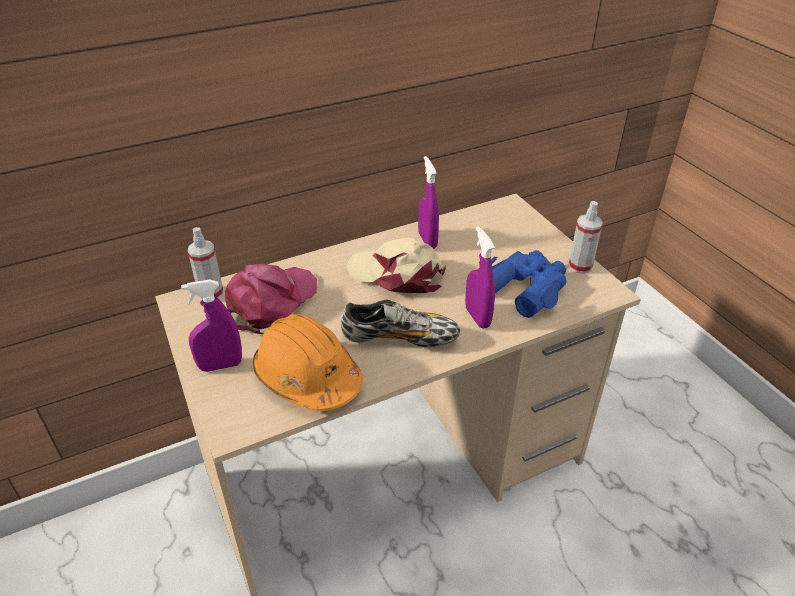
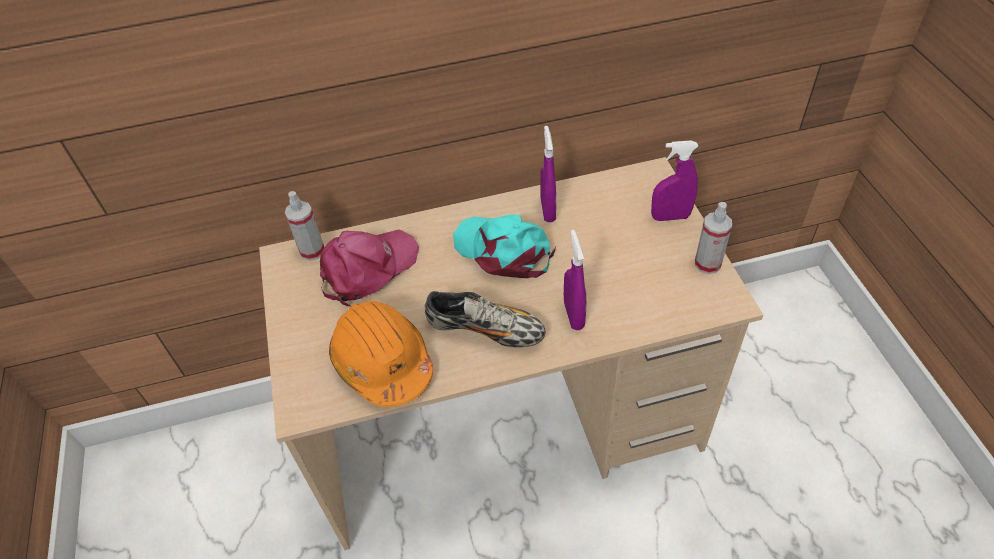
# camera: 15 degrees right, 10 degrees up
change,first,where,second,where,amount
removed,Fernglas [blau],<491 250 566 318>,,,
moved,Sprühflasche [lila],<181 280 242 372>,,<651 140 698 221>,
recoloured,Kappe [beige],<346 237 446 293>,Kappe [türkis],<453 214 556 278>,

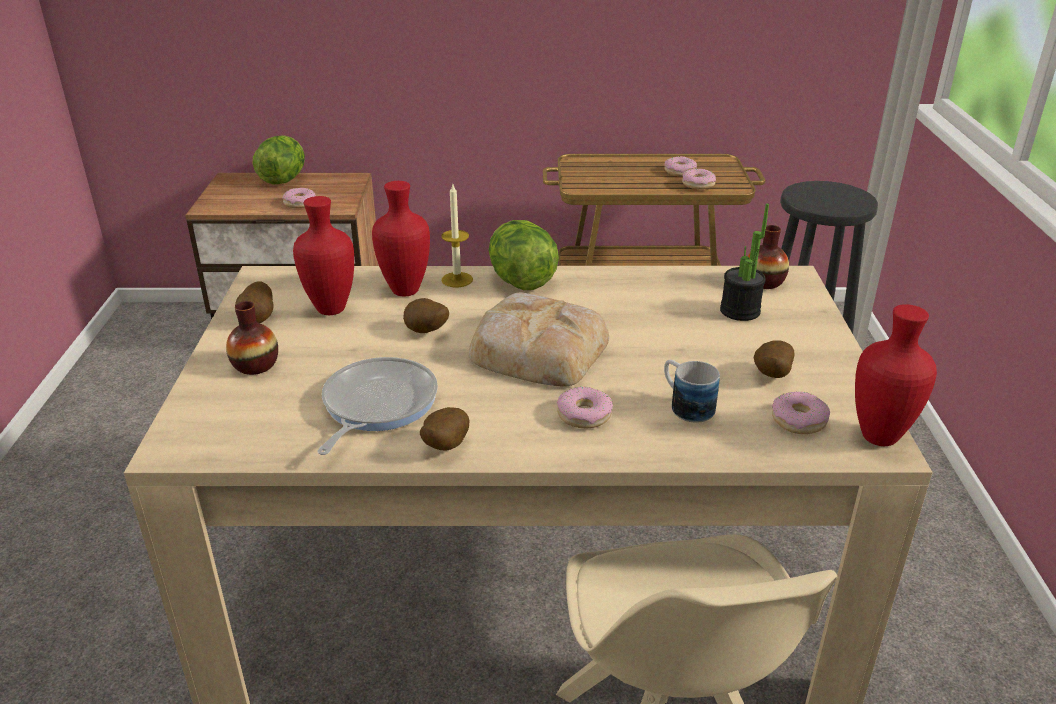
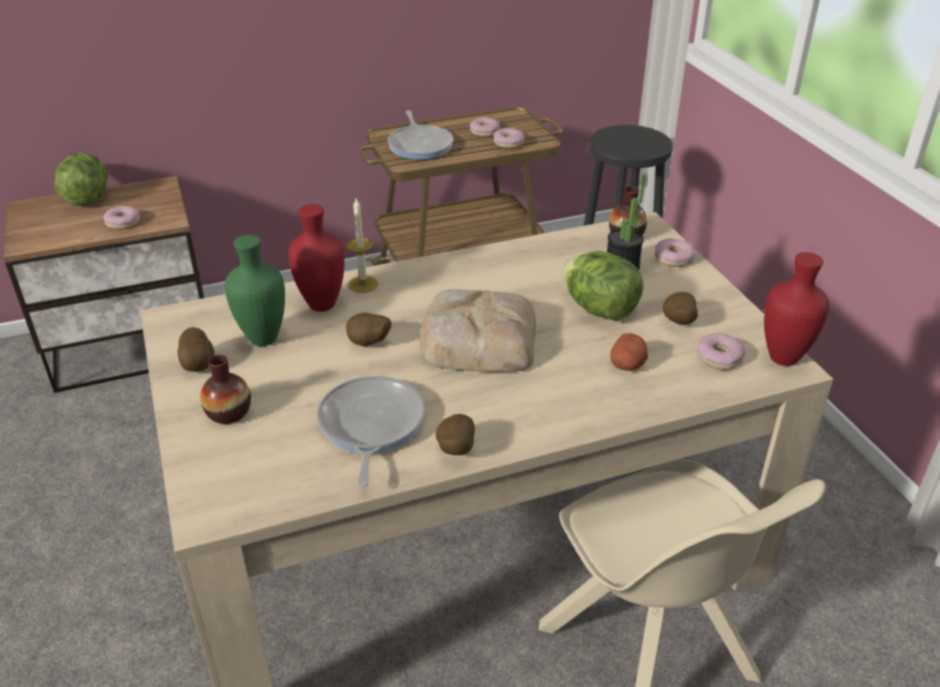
# camera: 20 degrees left, 5 degrees up
change,first,where,second,where,amount
added,,,Pfanne,<388 110 454 160>,
moved,Salatkopf,<489 220 559 290>,,<562 251 643 321>,
moved,Donut,<557 386 613 428>,,<655 238 695 267>,
replaced,Henkelbecher,<664 360 720 423>,Kartoffel,<610 333 648 371>,
recoloured,Vase [rot],<293 196 354 315>,Vase [grün],<224 235 285 346>,

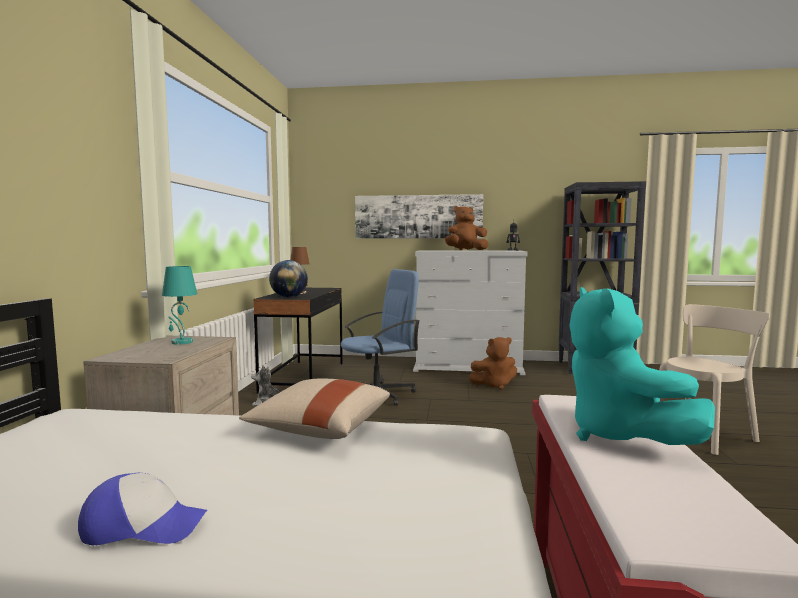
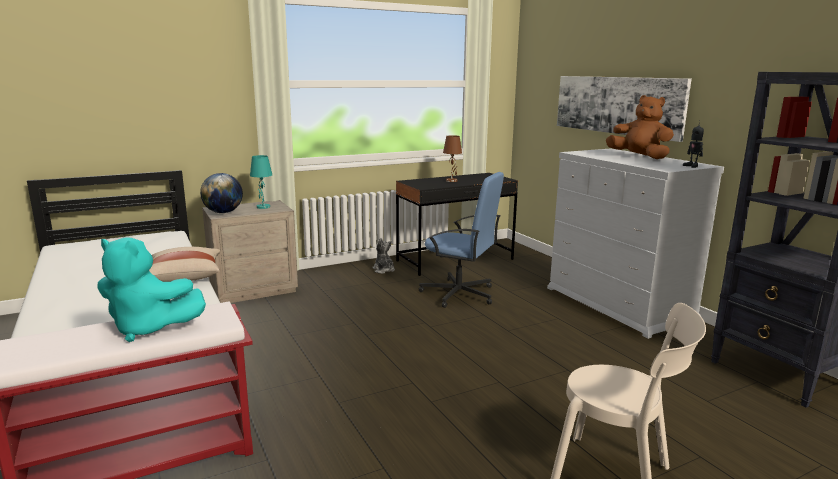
# camera: 55 degrees right, 10 degrees up
change,first,where,second,where,amount
removed,Kappe,<78 473 207 545>,,,
removed,Plüschtier [braun],<469 337 517 390>,,,
moved,Globus,<269 260 308 298>,,<200 173 243 213>,
turned,Plüschtier [türkis],<569 287 715 445>,,<97 237 206 342>,120 degrees counterclockwise

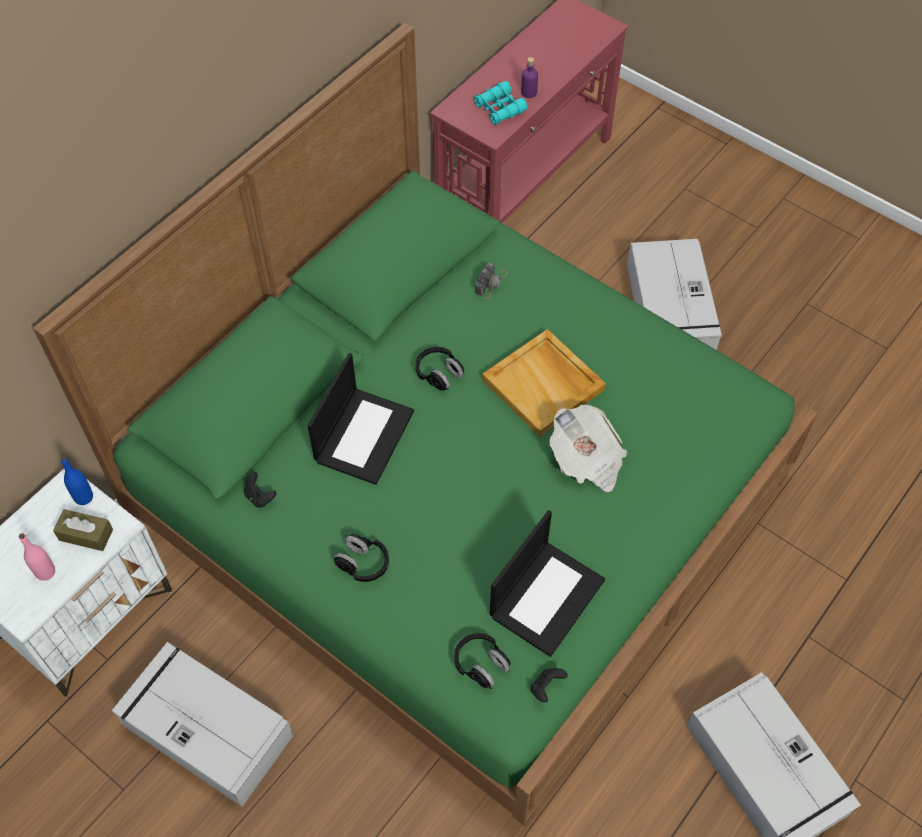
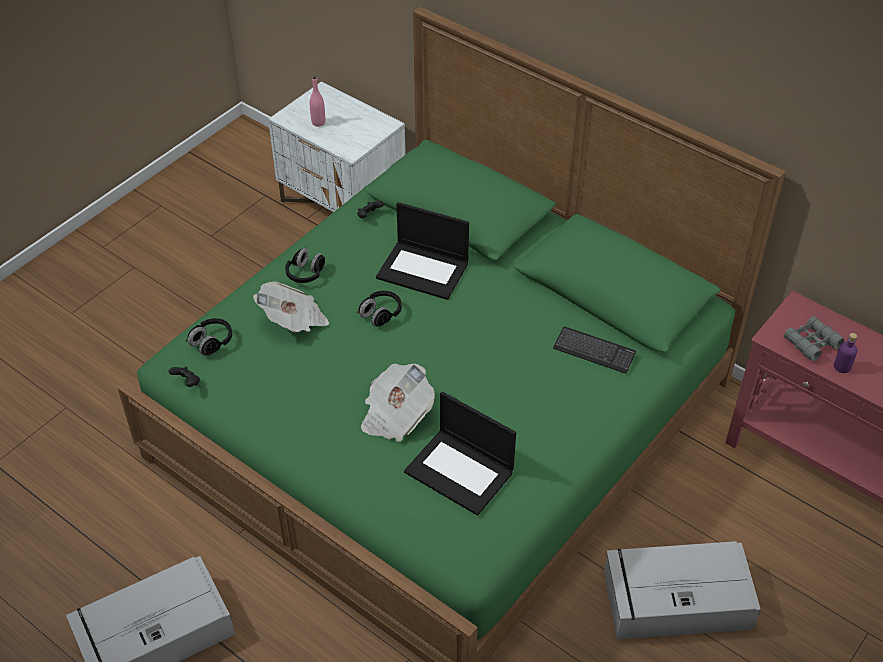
# camera: 90 degrees right, 10 degrees down
change,first,where,second,where,amount
removed,Taschentuchbox [braun],<53 509 113 551>,,,
removed,Flasche [blau],<60 456 93 505>,,,
removed,Aufbewahrungsbox [grau],<112 642 293 807>,,,
removed,Tablett [beige],<482 329 606 437>,,,
added,,,Zeitung,<253 281 330 333>,
moved,Kopfhörer [schwarz],<415 347 464 390>,,<357 291 402 327>,
moved,Laptop,<490 510 605 657>,,<404 392 516 516>,
replaced,Kamera,<475 262 508 299>,Tastatur,<553 327 636 374>,
recoloured,Fernglas [türkis],<474 81 528 125>,Fernglas [grau],<784 316 844 361>,

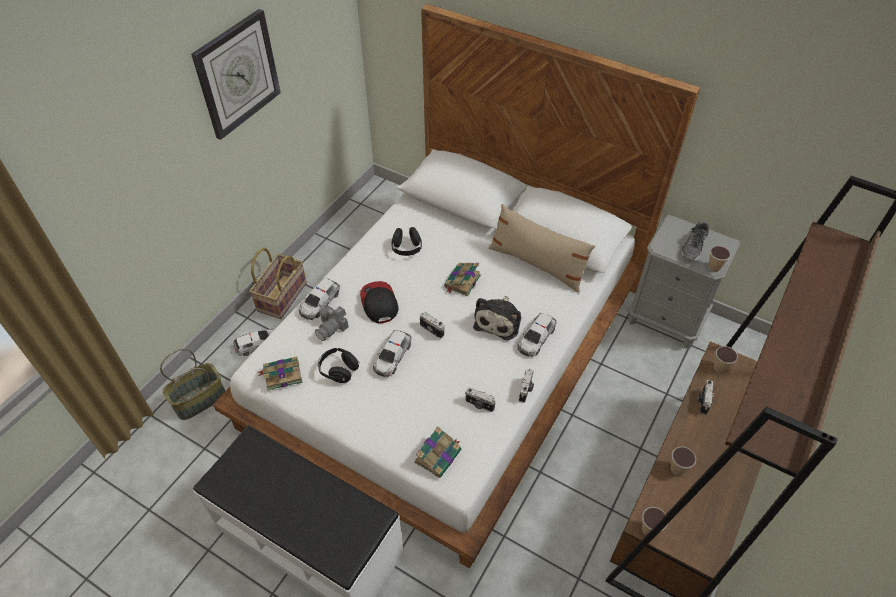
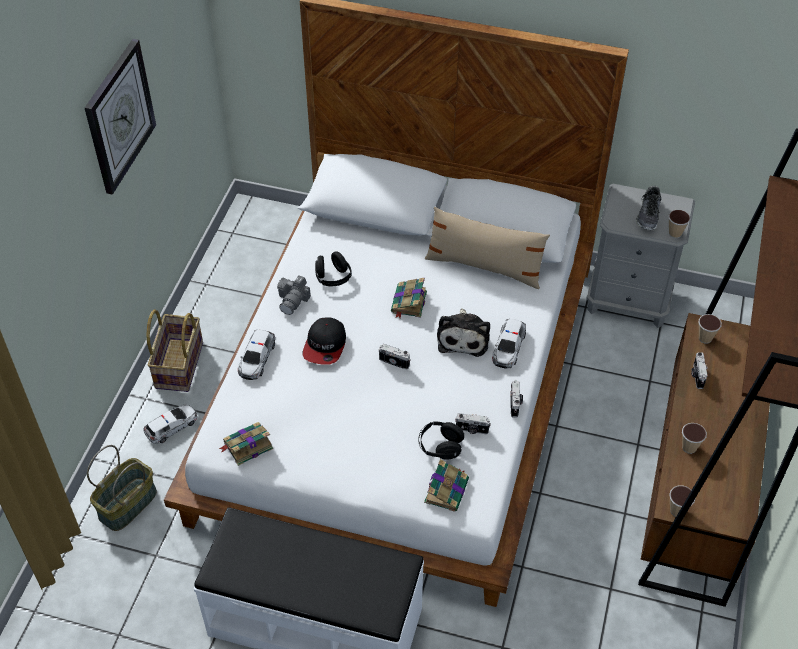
# camera: 15 degrees left, 0 degrees up
change,first,where,second,where,amount
removed,Spielzeugauto,<373 330 412 377>,,,
moved,Kamera,<315 305 349 341>,,<277 276 311 315>,
moved,Kopfhörer [schwarz],<318 348 360 383>,,<419 421 464 460>,
turned,Kappe,<360 281 399 323>,,<302 317 346 365>,135 degrees counterclockwise

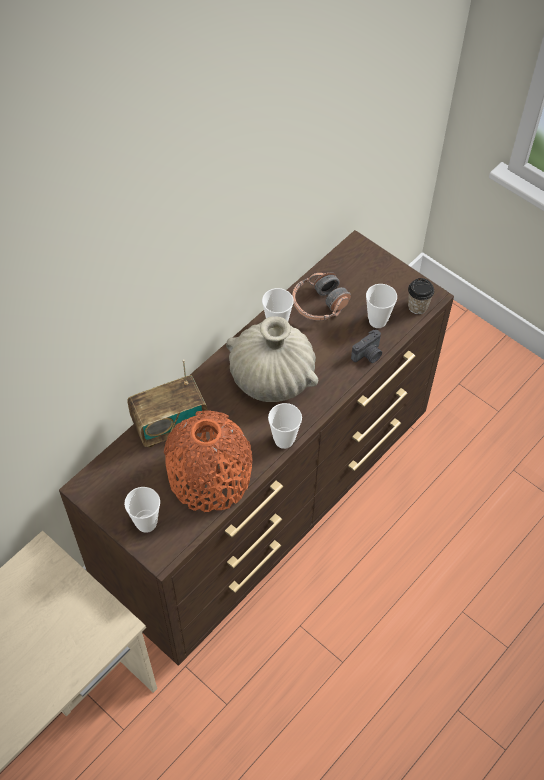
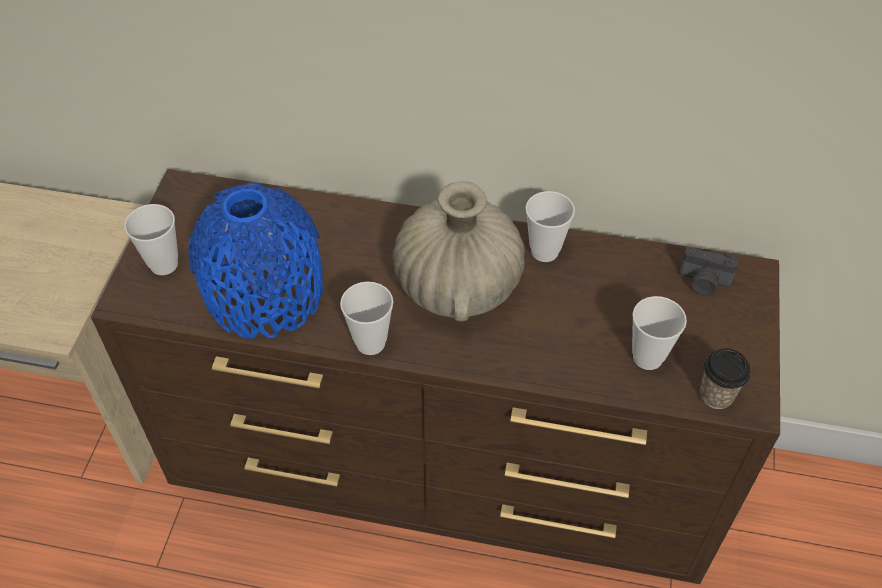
# camera: 60 degrees right, 5 degrees down
change,first,where,second,where,amount
removed,Radio,<127 359 207 448>,,,
removed,Kopfhörer,<292 272 351 321>,,,
moved,Kamera,<351 330 382 363>,,<679 247 739 295>,
recoloured,Vase [orange],<164 411 252 512>,Vase [blau],<188 182 323 339>,

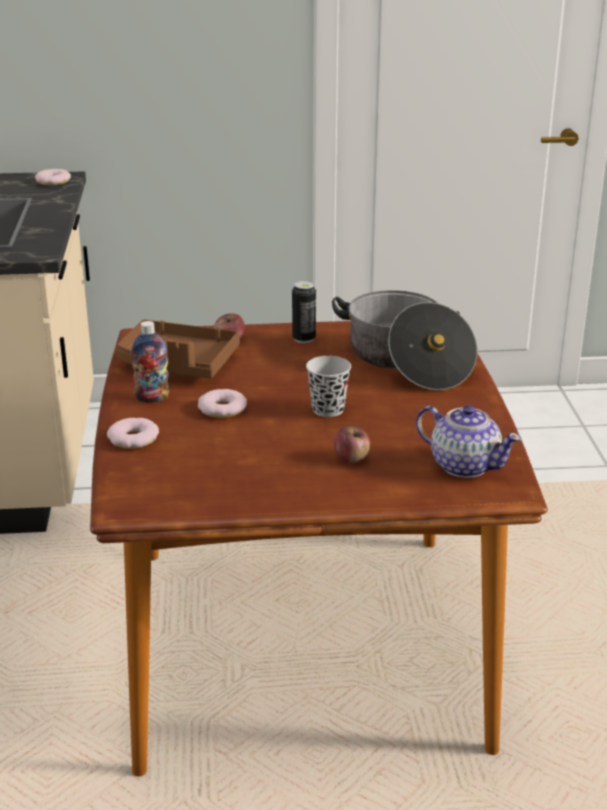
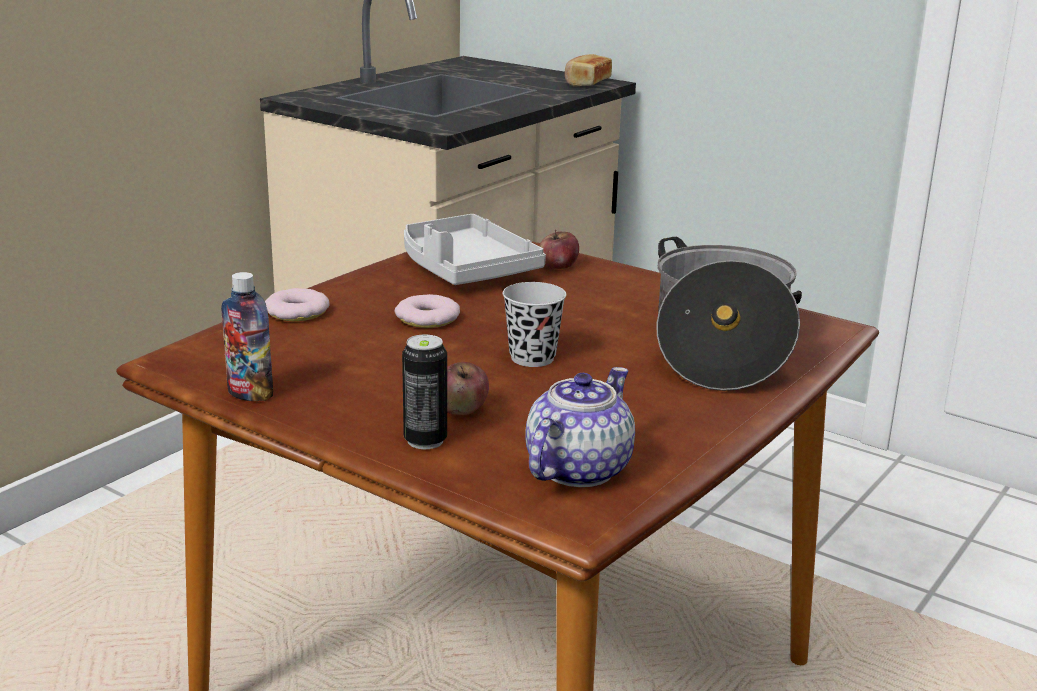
# camera: 40 degrees right, 5 degrees down
change,first,where,second,where,amount
moved,Flasche,<131 321 170 402>,,<221 272 273 401>,
moved,Dose,<292 281 316 343>,,<402 334 447 449>,
replaced,Donut,<35 169 71 185>,Brot,<565 54 612 87>,
recoloured,Tablett [braun],<116 320 240 378>,Tablett [grau],<404 214 546 285>,
turned,Teekanne,<416 405 521 478>,,<525 367 635 487>,135 degrees counterclockwise

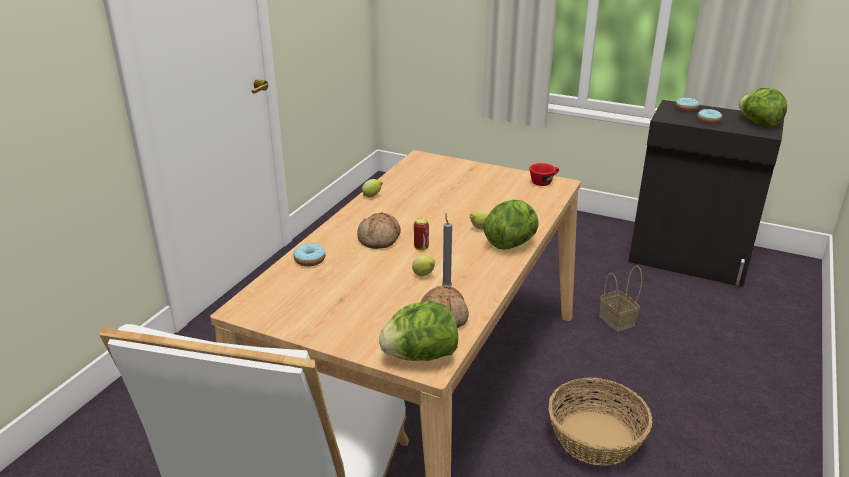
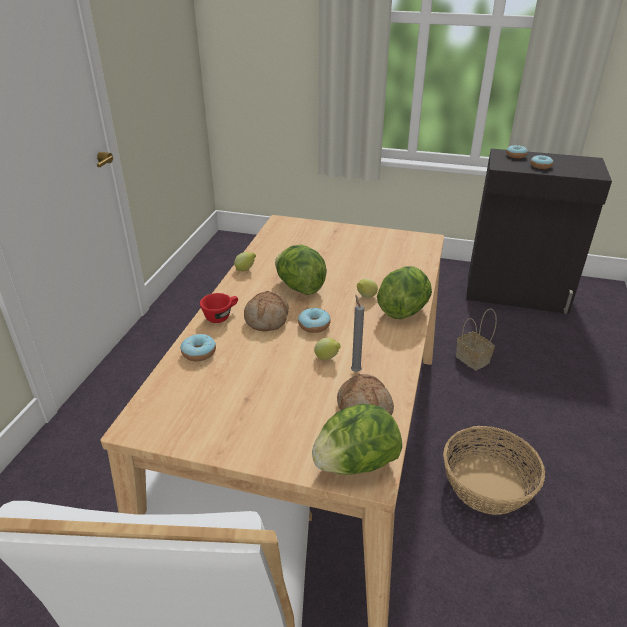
# camera: 10 degrees left, 5 degrees up
change,first,where,second,where,amount
moved,Tasse [rot],<530 163 559 186>,,<200 293 238 323>,
moved,Salatkopf,<739 88 787 127>,,<275 245 327 295>,
replaced,Dose,<414 218 429 251>,Donut,<298 308 331 333>,

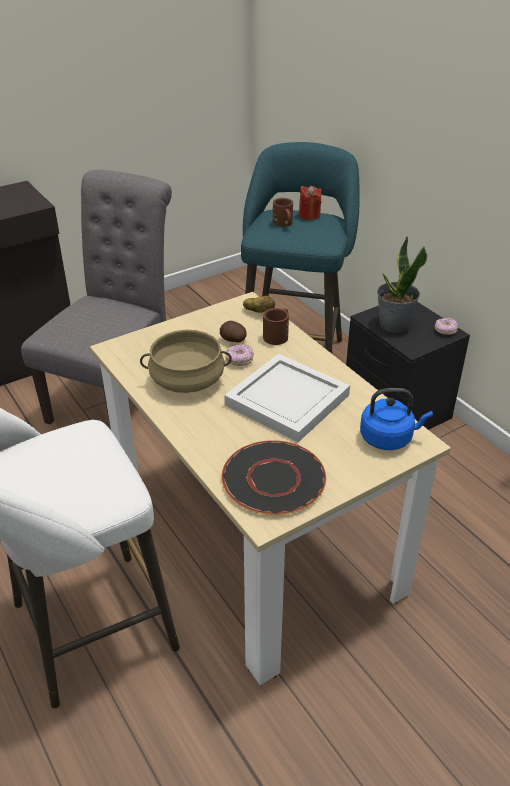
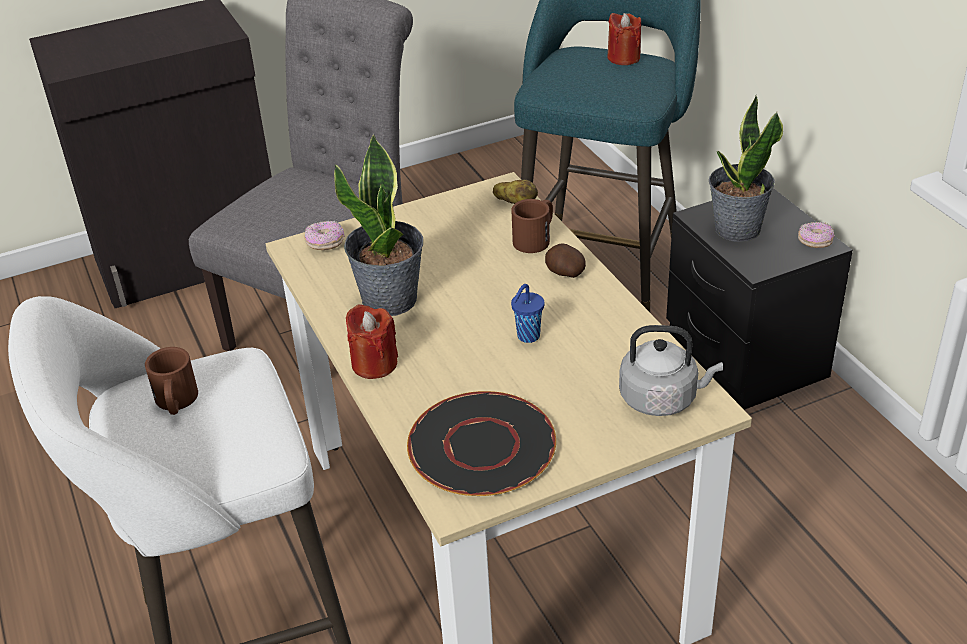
# camera: 10 degrees right, 0 degrees up
change,first,where,second,where,amount
added,,,Kerze [rot],<346 304 398 379>,
moved,Kartoffel,<220 321 247 343>,,<545 244 586 278>,
moved,Donut,<225 344 254 366>,,<304 221 345 250>,
moved,Henkelbecher [braun],<273 198 293 227>,,<145 347 198 415>,
replaced,Kochtopf [beige],<140 330 232 393>,Topfpflanze,<334 134 423 316>,
replaced,Tablett [weiß],<224 354 350 442>,Tasse [blau],<511 284 544 343>,
recoloured,Wasserkessel [blau],<360 388 433 450>,Wasserkessel [grau],<619 325 723 416>,

